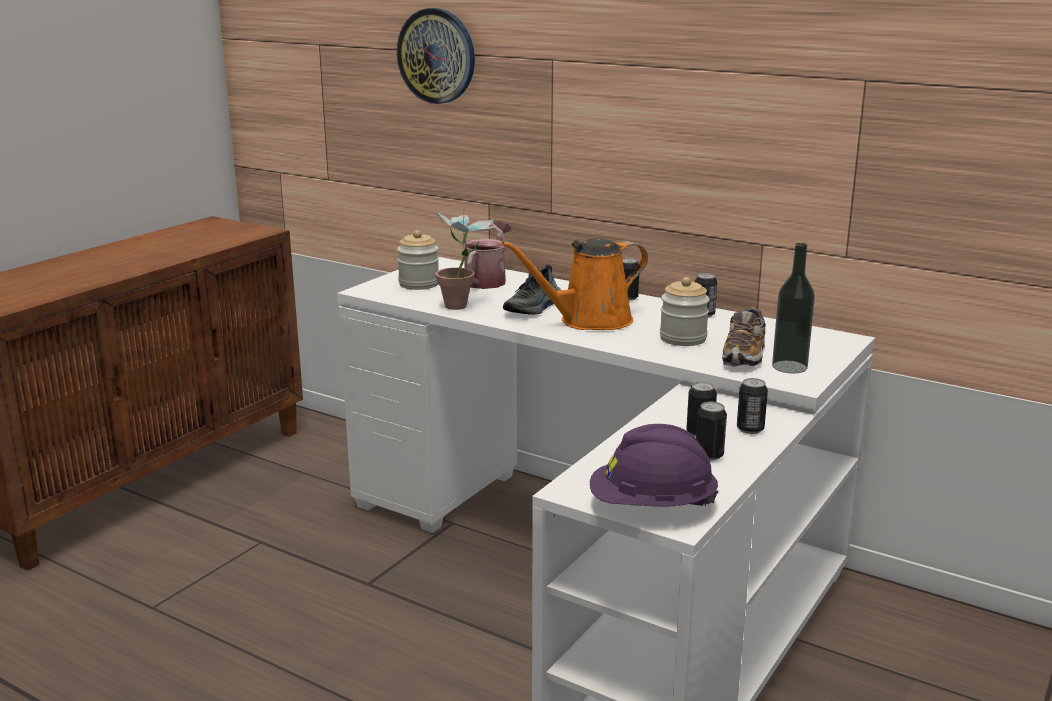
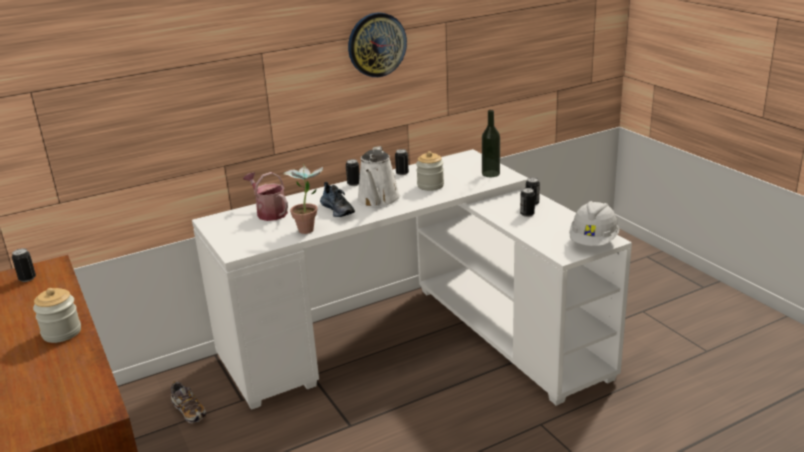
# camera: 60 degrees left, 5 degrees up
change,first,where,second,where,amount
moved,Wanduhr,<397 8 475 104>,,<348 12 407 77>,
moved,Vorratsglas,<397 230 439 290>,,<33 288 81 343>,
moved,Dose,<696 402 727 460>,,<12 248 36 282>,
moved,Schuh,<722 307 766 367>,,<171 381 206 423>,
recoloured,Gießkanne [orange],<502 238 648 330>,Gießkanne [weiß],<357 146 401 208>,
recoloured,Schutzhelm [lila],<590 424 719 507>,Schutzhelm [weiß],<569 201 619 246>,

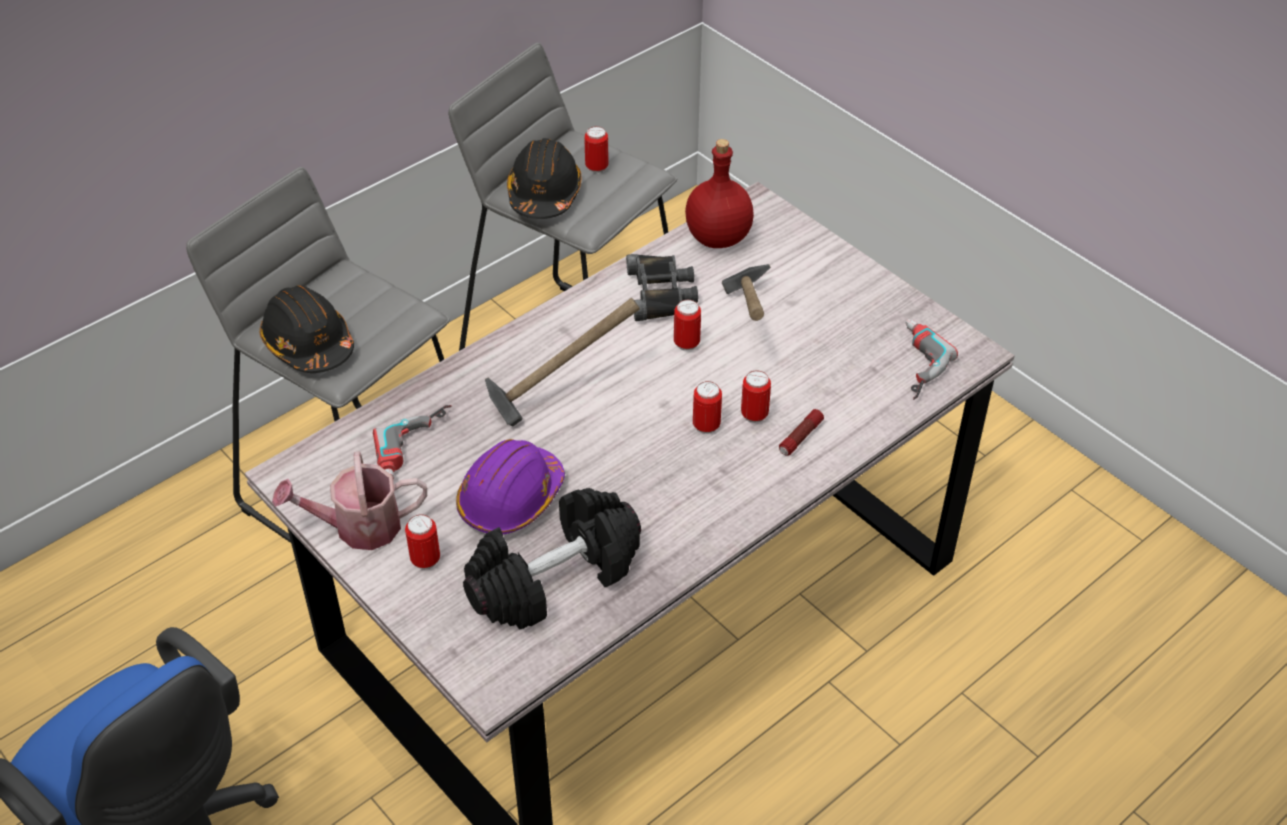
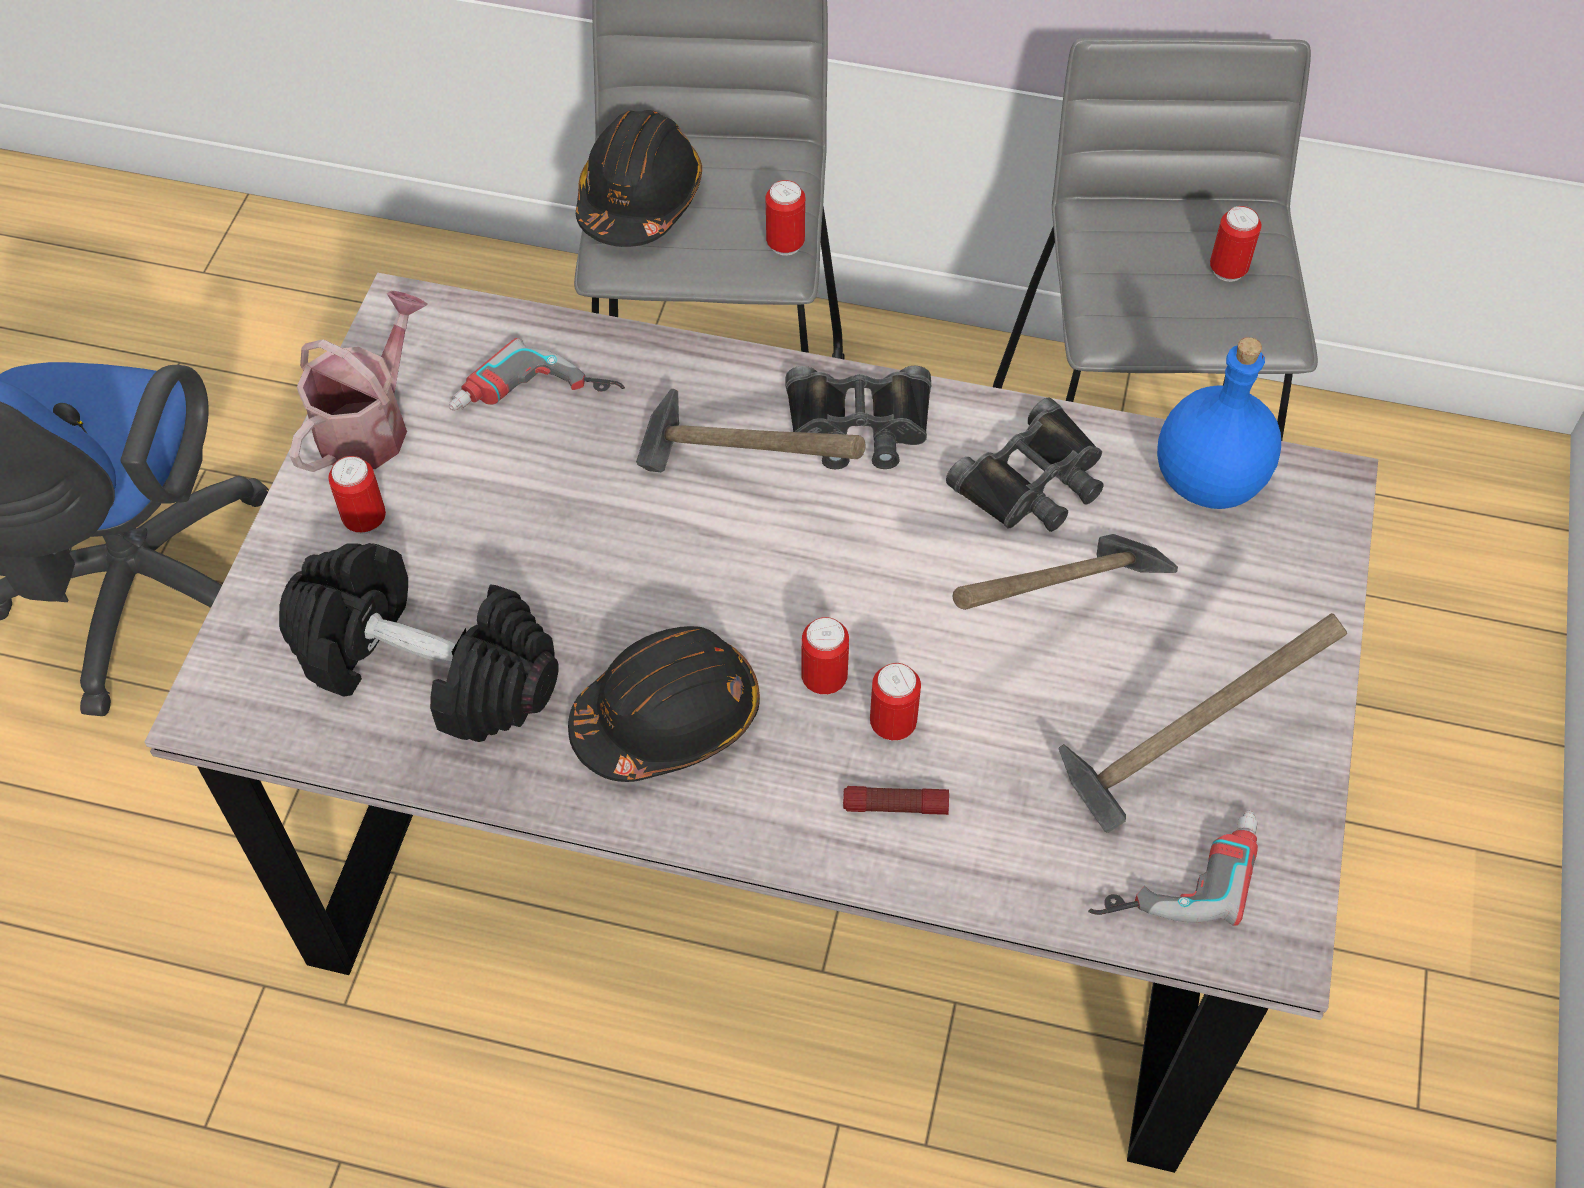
# camera: 55 degrees right, 10 degrees up
change,first,where,second,where,amount
removed,Schutzhelm [lila],<456 439 565 534>,,,
added,,,Fernglas [schwarz],<786 366 931 469>,
added,,,Hammer,<1058 613 1347 833>,
moved,Schutzhelm [schwarz],<507 138 581 219>,,<568 626 760 782>,
moved,Dose,<674 300 701 351>,,<765 180 805 256>,
recoloured,Flasche [rot],<685 139 754 248>,Flasche [blau],<1157 337 1281 509>,
turned,Gießkanne,<272 451 427 550>,,<289 291 427 472>,75 degrees clockwise

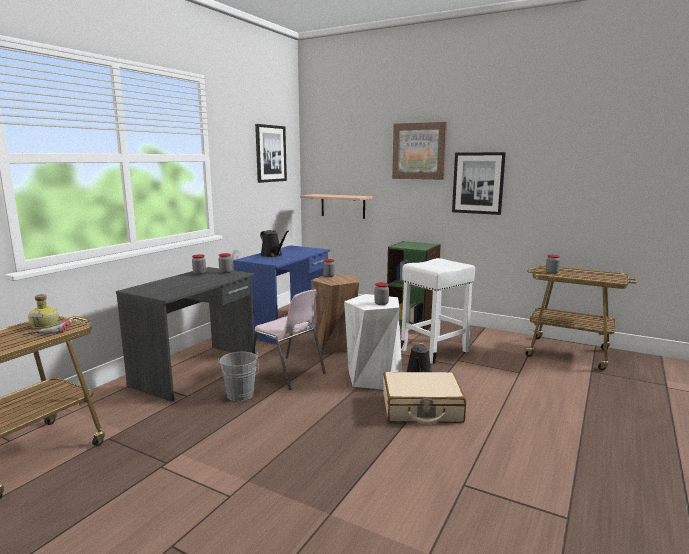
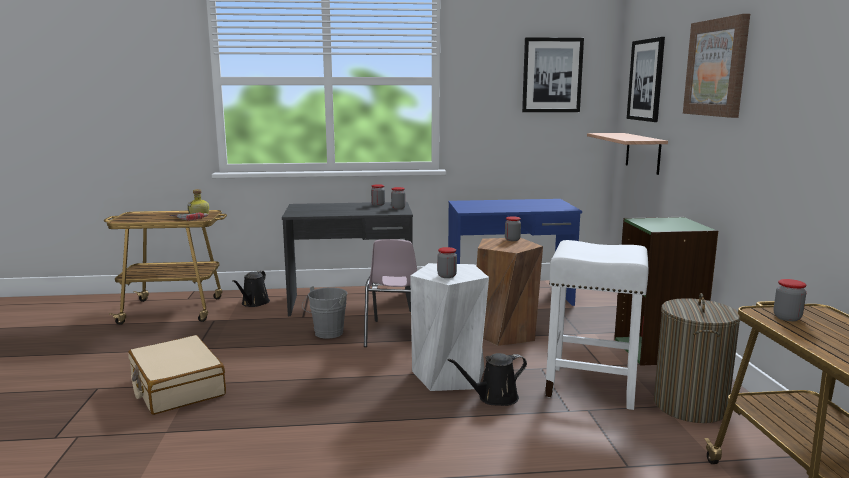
# camera: 55 degrees right, 0 degrees up
change,first,where,second,where,amount
added,,,Wäschekorb,<654 293 740 423>,
moved,Gießkanne [schwarz],<260 230 289 257>,,<232 271 270 307>,
moved,Koffer [beige],<383 372 466 425>,,<128 335 226 415>,
moved,Bild,<452 152 506 215>,,<627 37 665 122>,

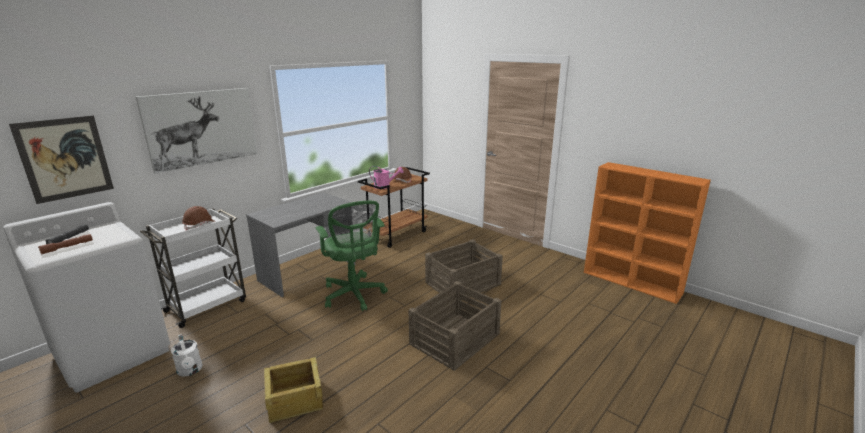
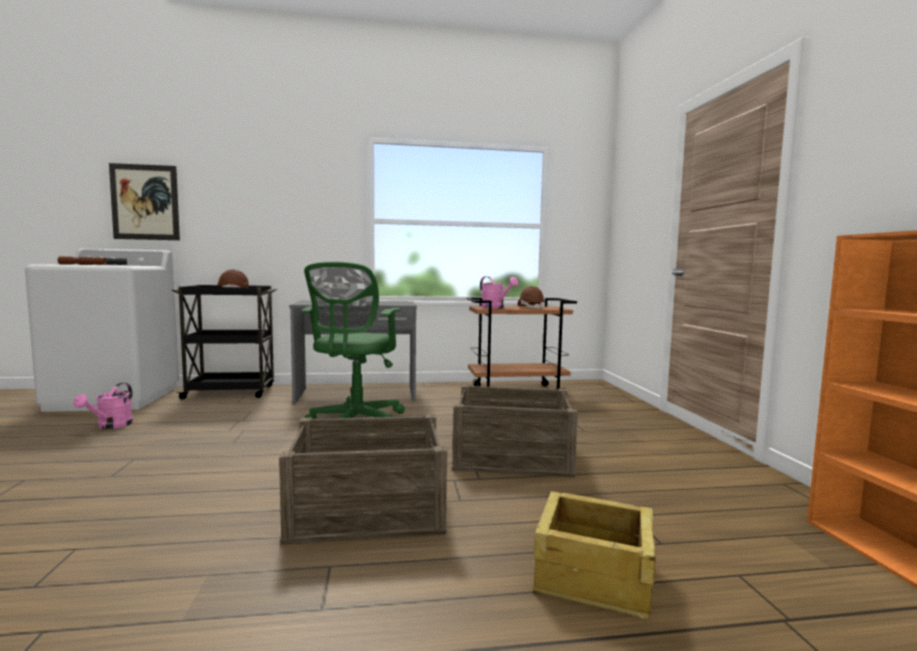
# camera: 40 degrees right, 15 degrees down
change,first,where,second,where,amount
removed,Bild,<136 88 257 174>,,,
moved,Kiste,<264 357 323 423>,,<533 491 655 619>,
recoloured,Rollwagen [weiß],<140 208 246 328>,Rollwagen [schwarz],<172 285 278 400>,
recoloured,Gießkanne [weiß],<171 334 203 377>,Gießkanne [rosa],<73 383 133 429>,

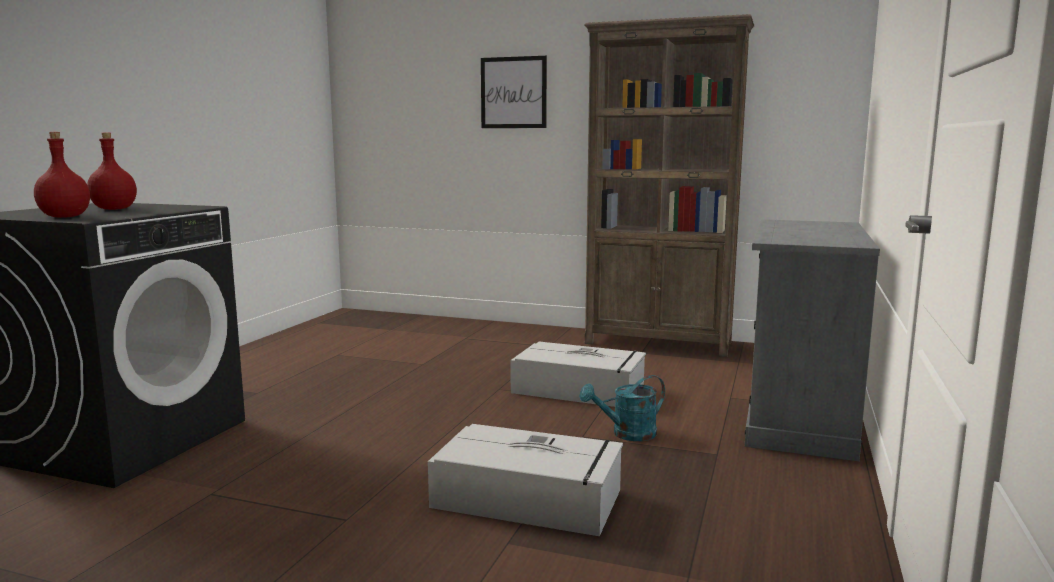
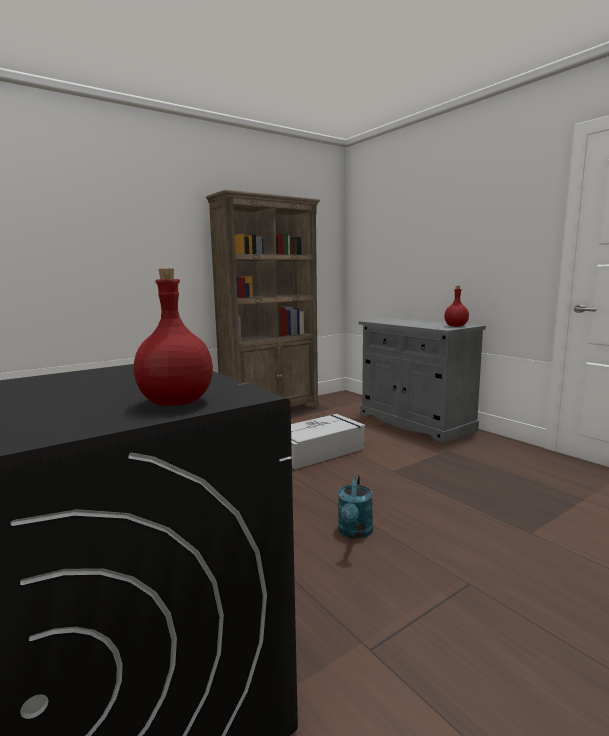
# camera: 55 degrees left, 0 degrees up
change,first,where,second,where,amount
removed,Aufbewahrungsbox [grau],<428 424 623 536>,,,
removed,Bild,<481 56 547 128>,,,
moved,Flasche [rot],<87 133 137 210>,,<444 286 469 327>,
moved,Gießkanne [türkis],<579 375 665 441>,,<338 474 373 539>,

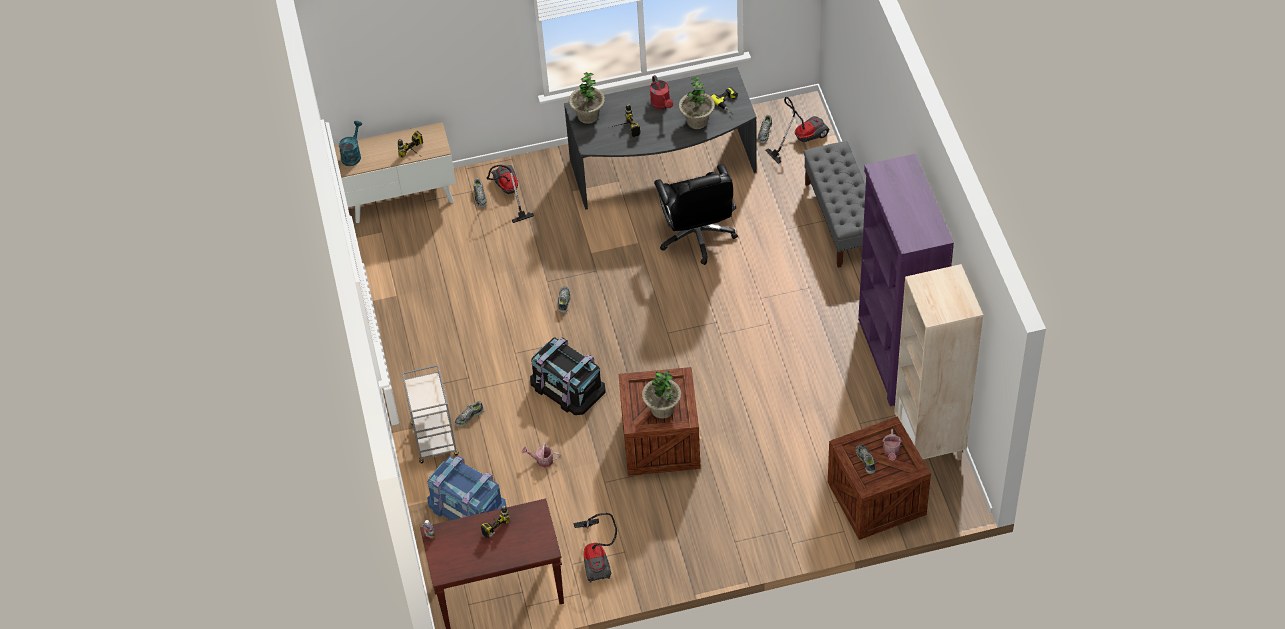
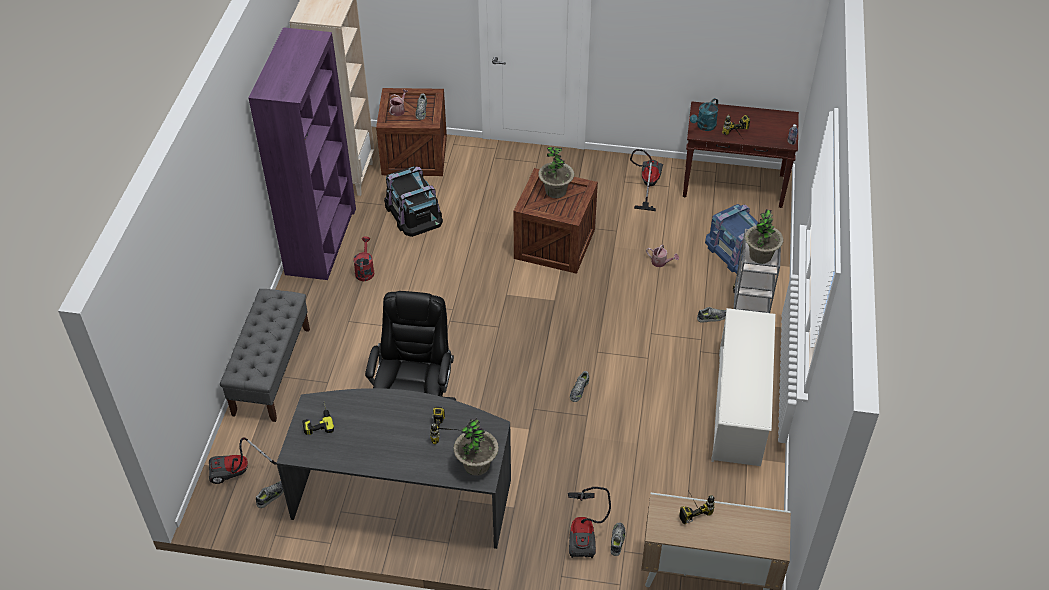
# camera: 160 degrees left, 5 degrees down
change,first,where,second,where,amount
added,,,Schuhregal [weiß],<711 308 775 466>,
moved,Gießkanne [türkis],<339 121 362 166>,,<690 98 718 131>,
moved,Aufbewahrungsbox [schwarz],<530 337 606 415>,,<384 166 443 237>,
moved,Gießkanne [rot],<650 75 673 110>,,<353 236 374 281>,
moved,Topfpflanze,<679 77 715 129>,,<745 209 784 264>,

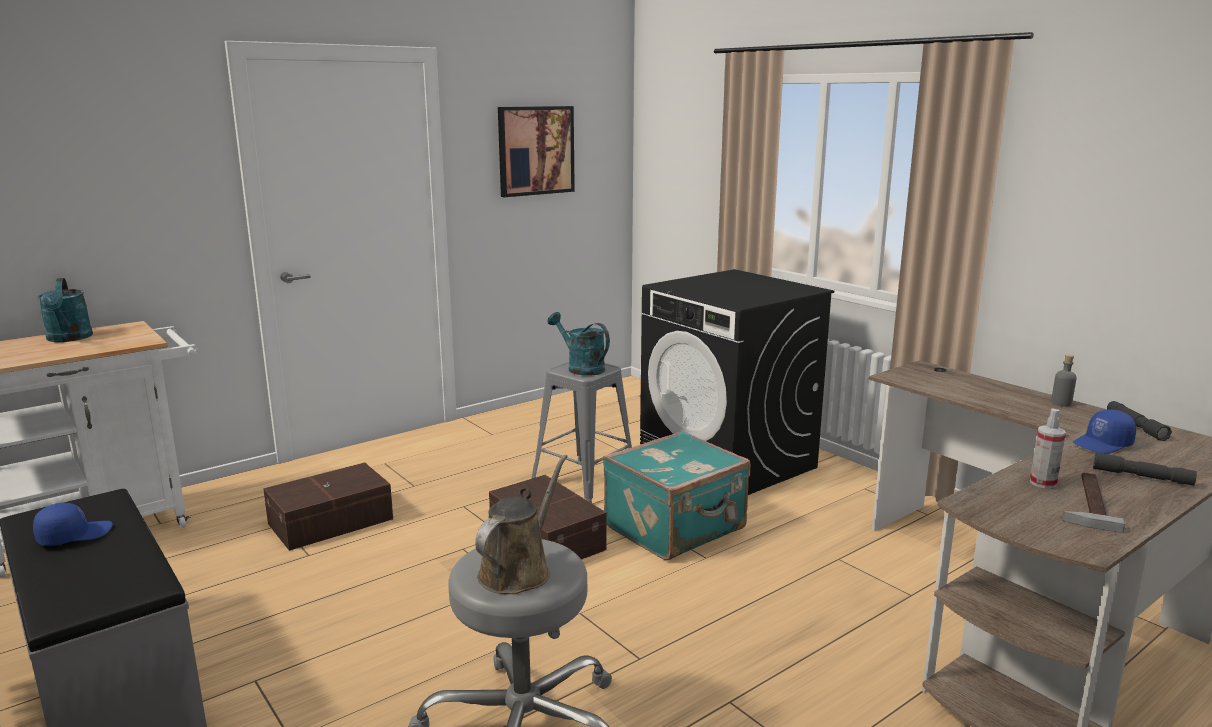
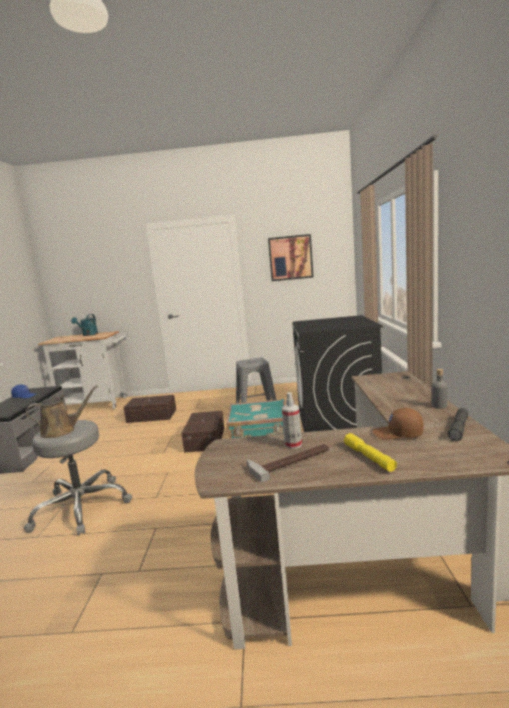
# camera: 40 degrees right, 5 degrees down
change,first,where,second,where,amount
removed,Gießkanne [türkis],<548 312 610 376>,,,
recoloured,Kappe [blau],<1073 409 1136 454>,Kappe [braun],<373 408 424 440>,
recoloured,Taschenlampe [grau],<1093 452 1197 486>,Taschenlampe [gelb],<344 433 397 472>,

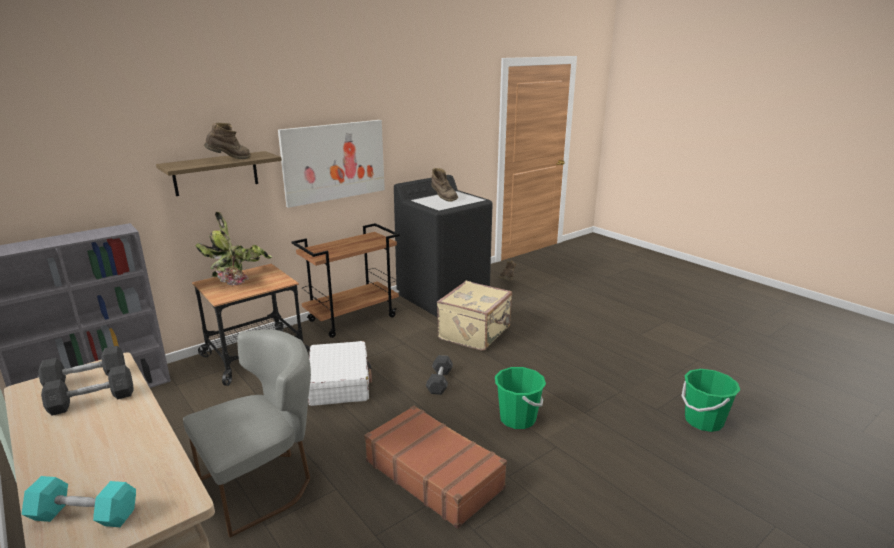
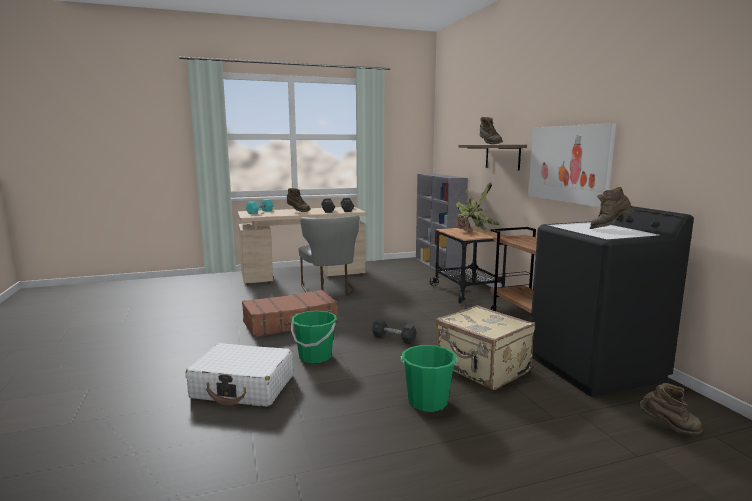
# camera: 110 degrees right, 10 degrees down
change,first,where,second,where,amount
added,,,Stiefel [braun],<287 188 311 212>,
moved,Koffer [weiß],<308 341 372 406>,,<185 343 293 407>,
moved,Eimer [grün],<682 369 740 432>,,<401 345 458 412>,

